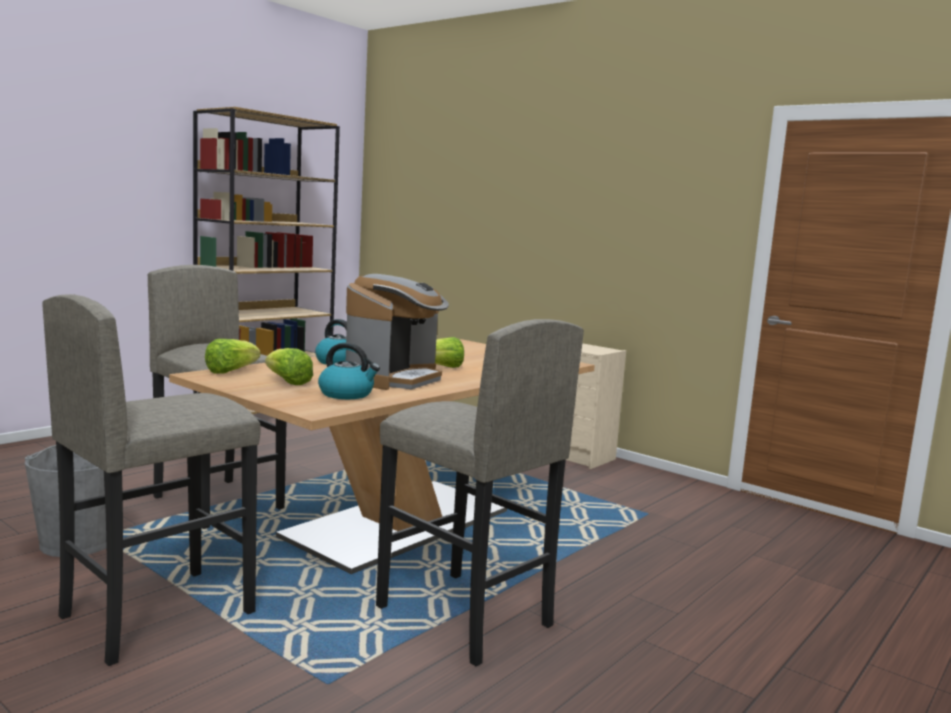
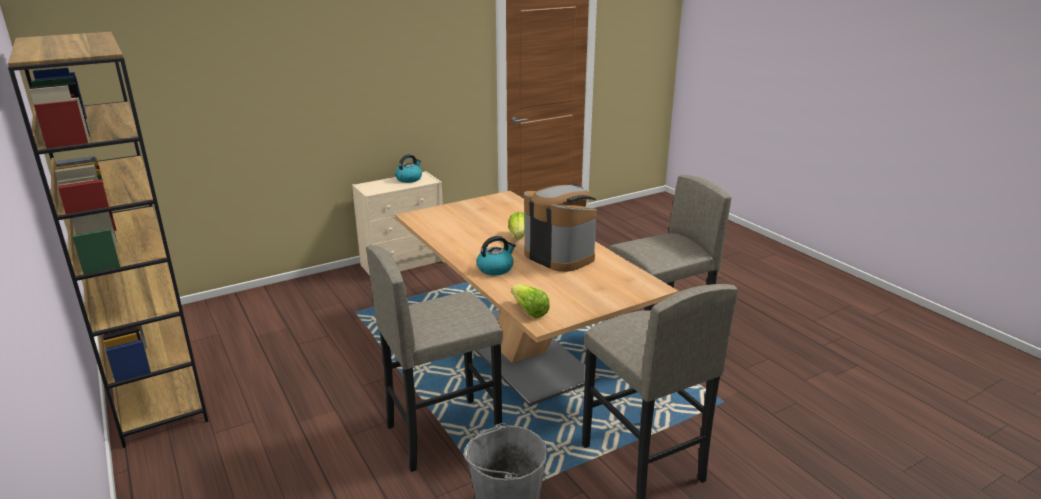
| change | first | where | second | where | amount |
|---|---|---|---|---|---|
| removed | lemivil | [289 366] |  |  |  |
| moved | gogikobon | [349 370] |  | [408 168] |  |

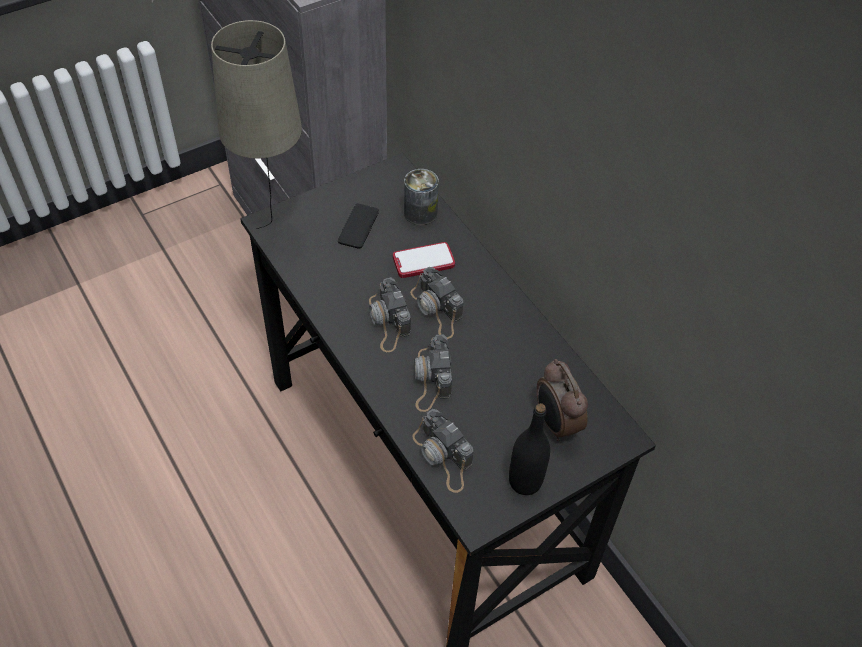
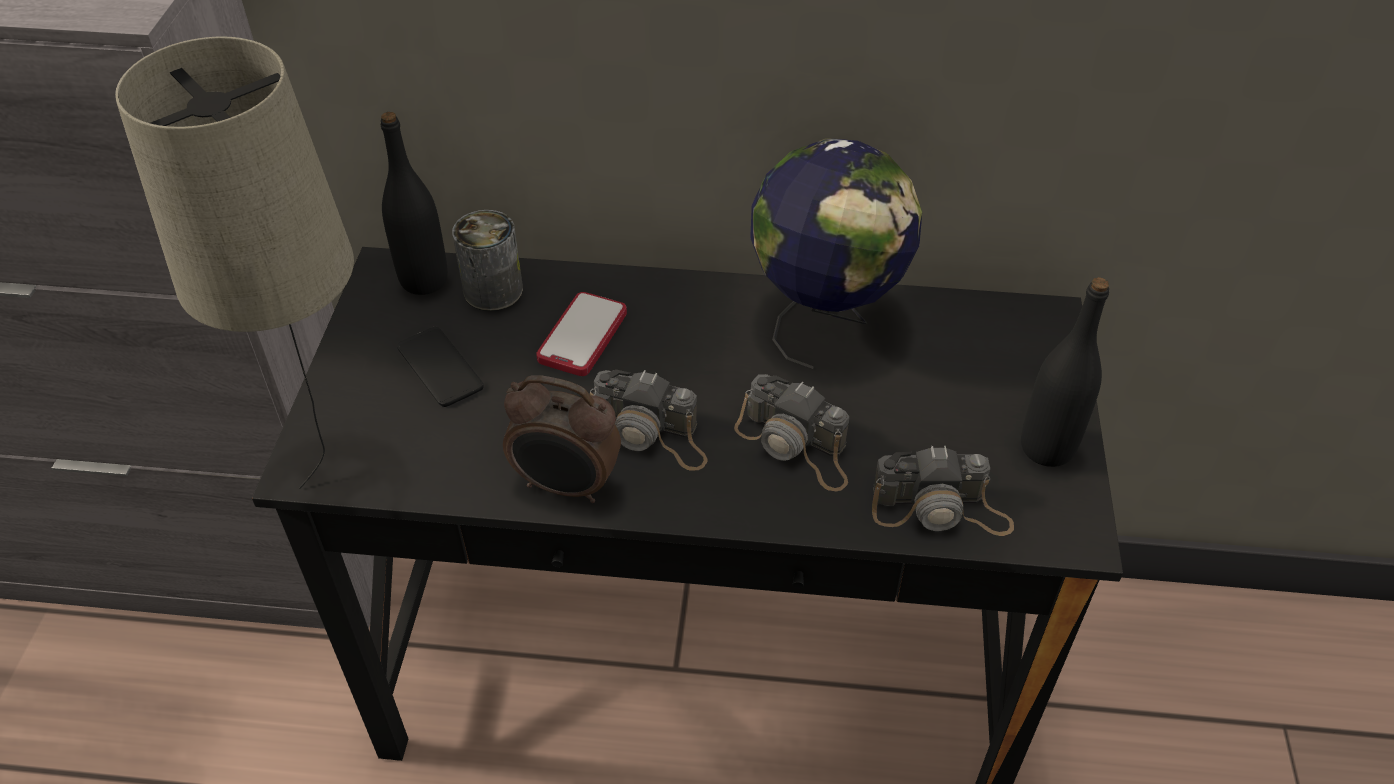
| change | first | where | second | where | amount |
|---|---|---|---|---|---|
| removed | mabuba | [436 303] |  |  |  |
| moved | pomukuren | [562 400] |  | [562 439] |  |
| added |  |  | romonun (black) | [414 203] |  |
| added |  |  | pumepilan | [836 253] |  |

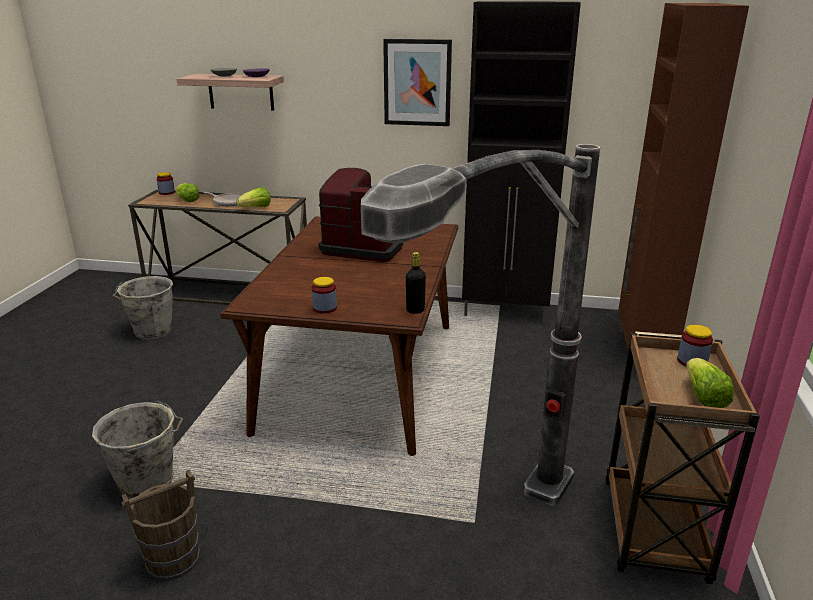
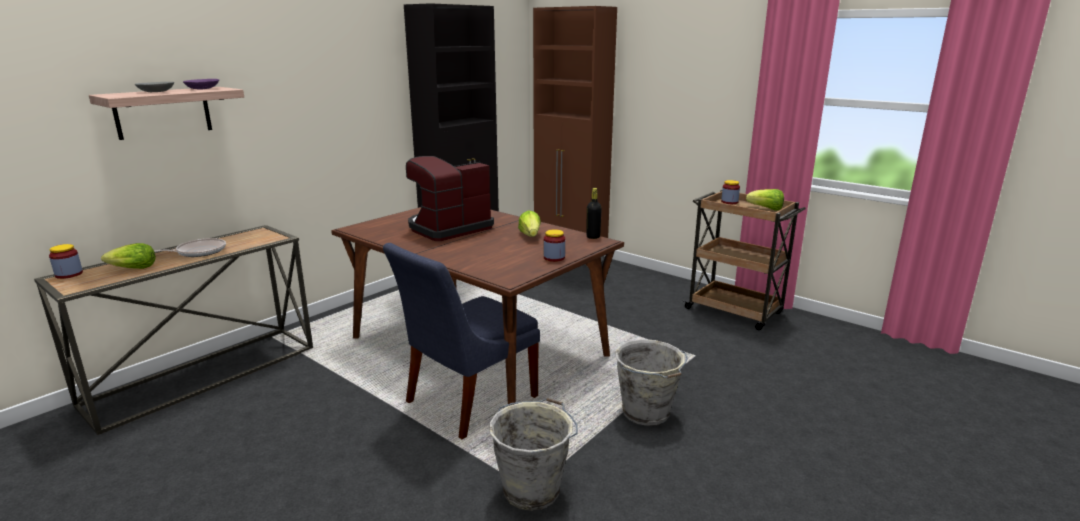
| change | first | where | second | where | amount |
|---|---|---|---|---|---|
| moved | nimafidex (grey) | [143 308] |  | [651 382] |  |
| removed | nimafidex (brown) | [160 525] |  |  |  |
| moved | lemivil | [253 197] |  | [529 223] |  |
| removed | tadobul | [480 325] |  |  |  |
| removed | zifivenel | [417 82] |  |  |  |
| added |  |  | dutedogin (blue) | [461 341] |  |

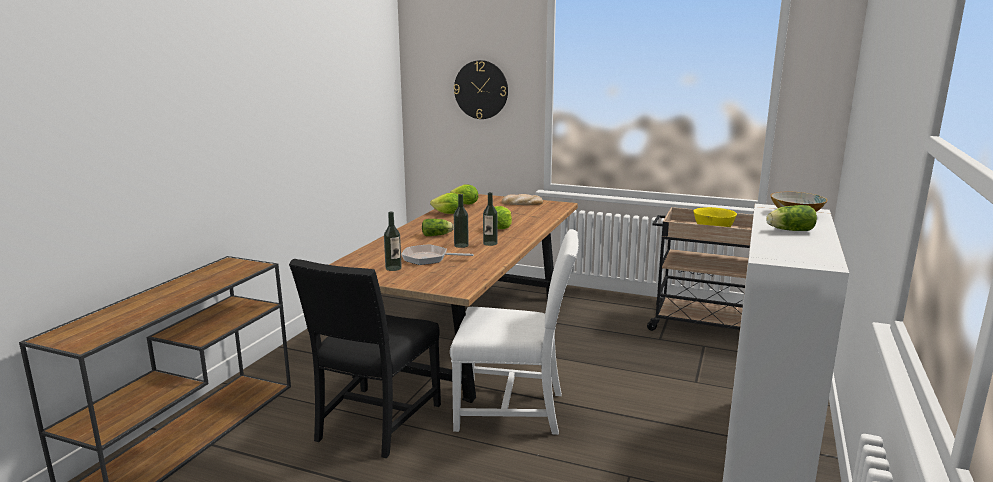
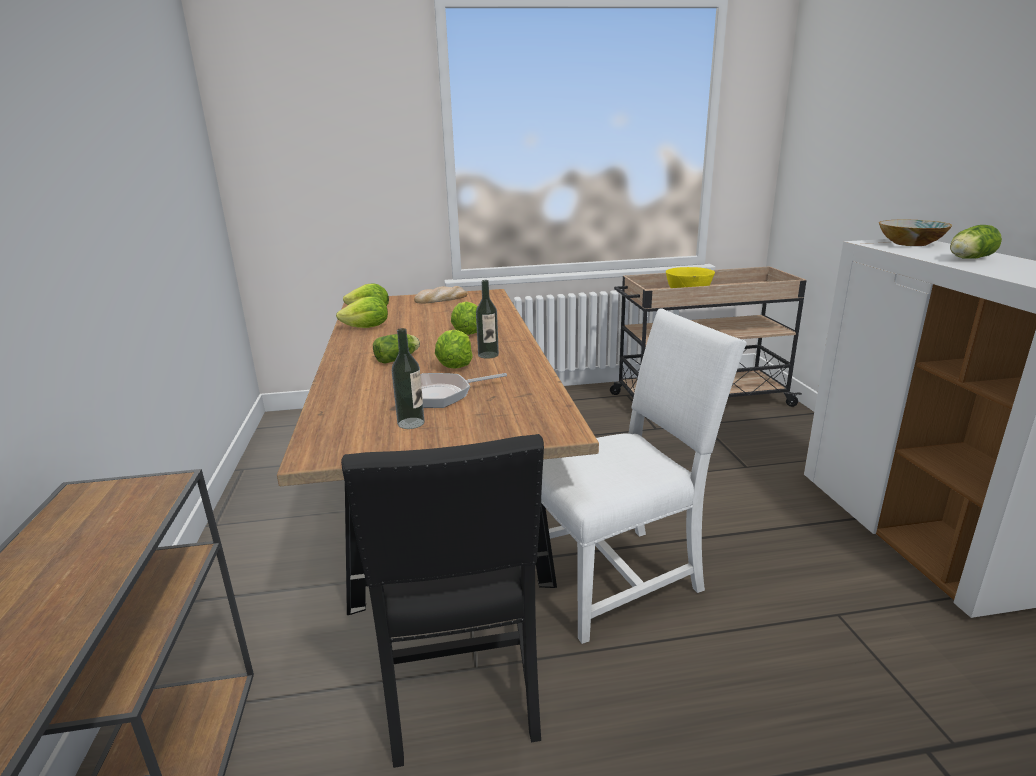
| change | first | where | second | where | amount |
|---|---|---|---|---|---|
| removed | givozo | [481 89] |  |  |  |
| replaced | romonun | [461 221] | lemivil | [454 349] |  |

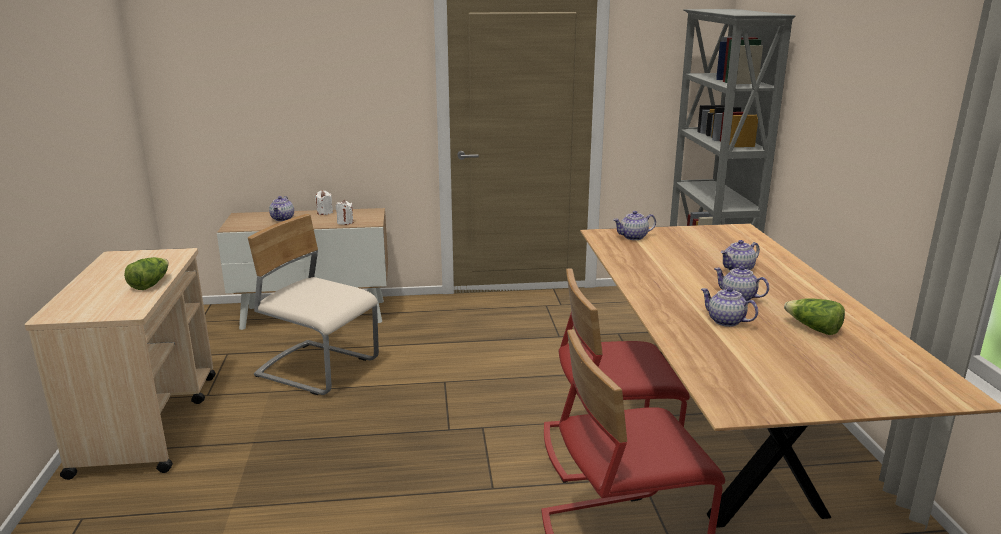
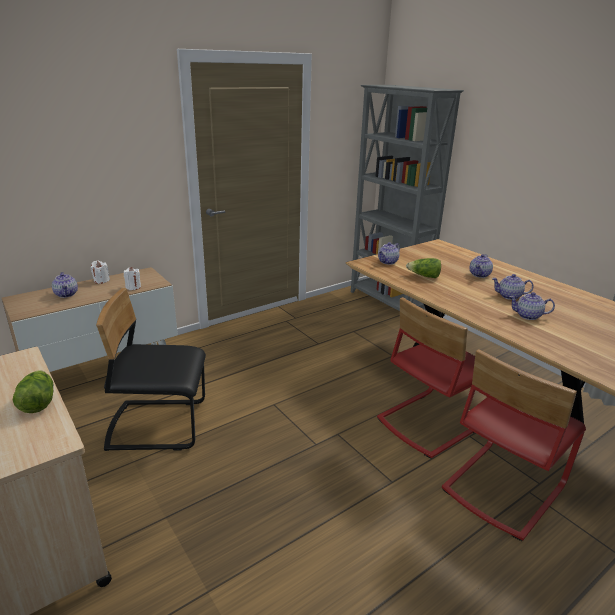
| change | first | where | second | where | amount |
|---|---|---|---|---|---|
| recoloured | dutedogin (beige) | [313 304] | dutedogin (black) | [151 369] |  |
| moved | lemivil | [814 316] |  | [423 268] |  |

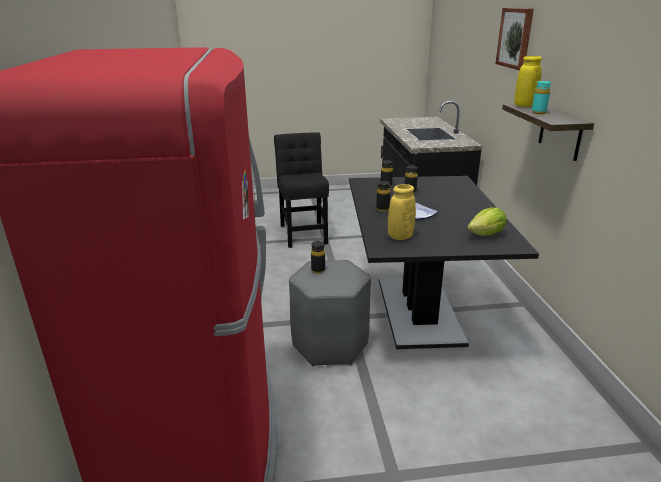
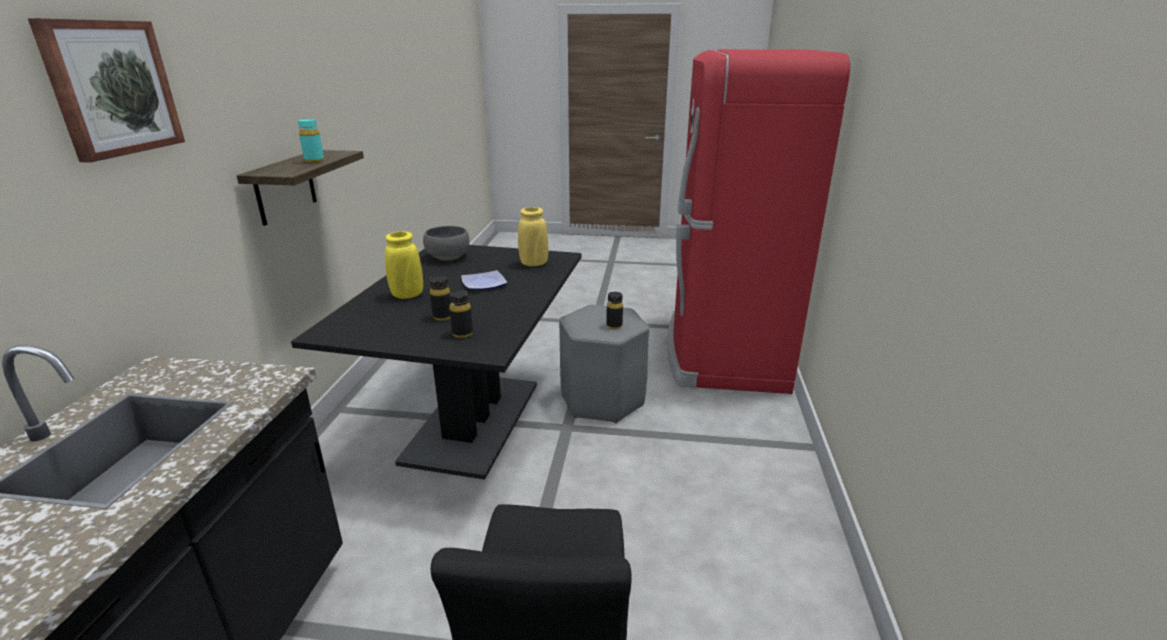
| change | first | where | second | where | amount |
|---|---|---|---|---|---|
| removed | romonun (black) | [383 196] |  |  |  |
| replaced | lemivil | [487 221] | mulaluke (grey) | [446 243] |  |
| moved | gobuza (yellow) | [528 81] |  | [404 265] |  |

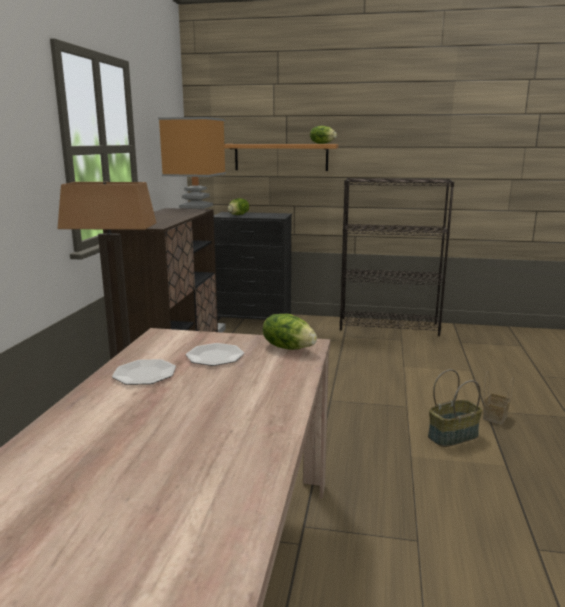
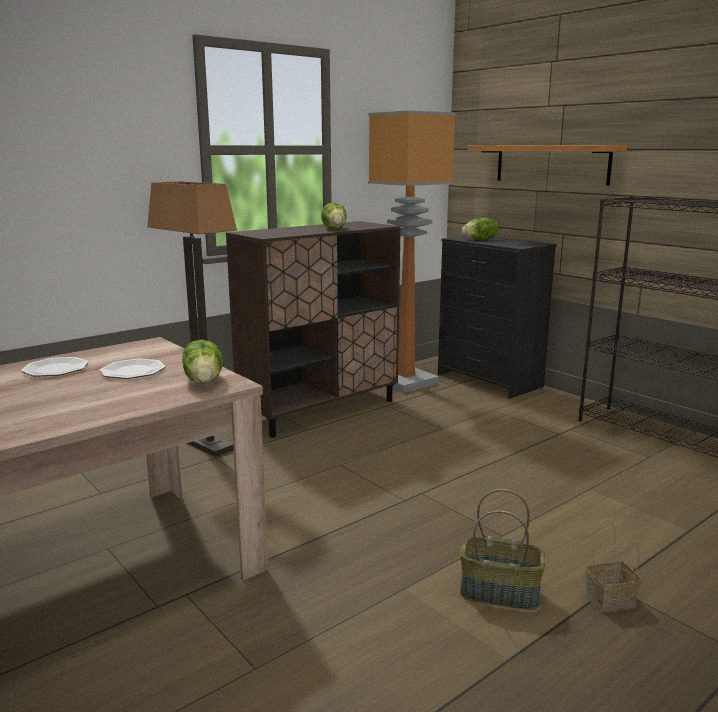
| change | first | where | second | where | amount |
|---|---|---|---|---|---|
| moved | lemivil | [323 135] |  | [334 216] |  |

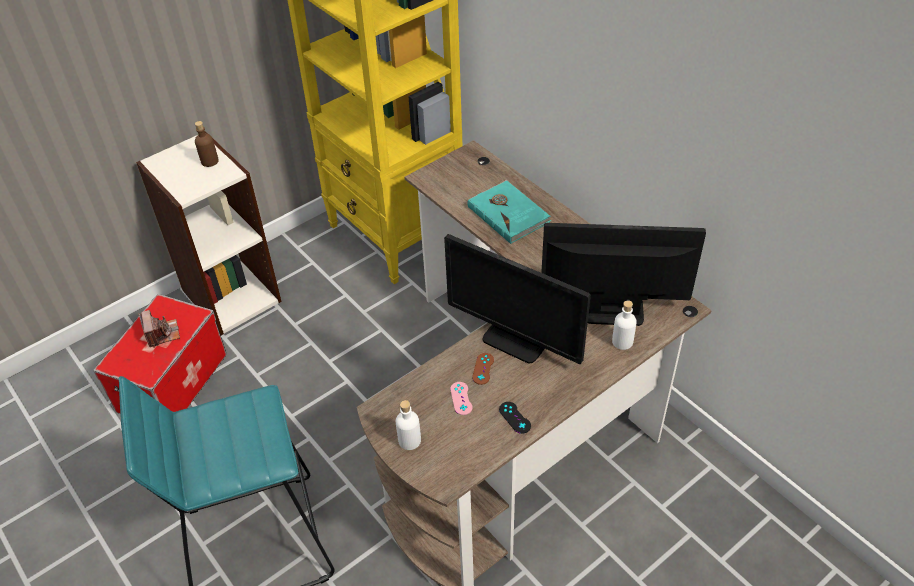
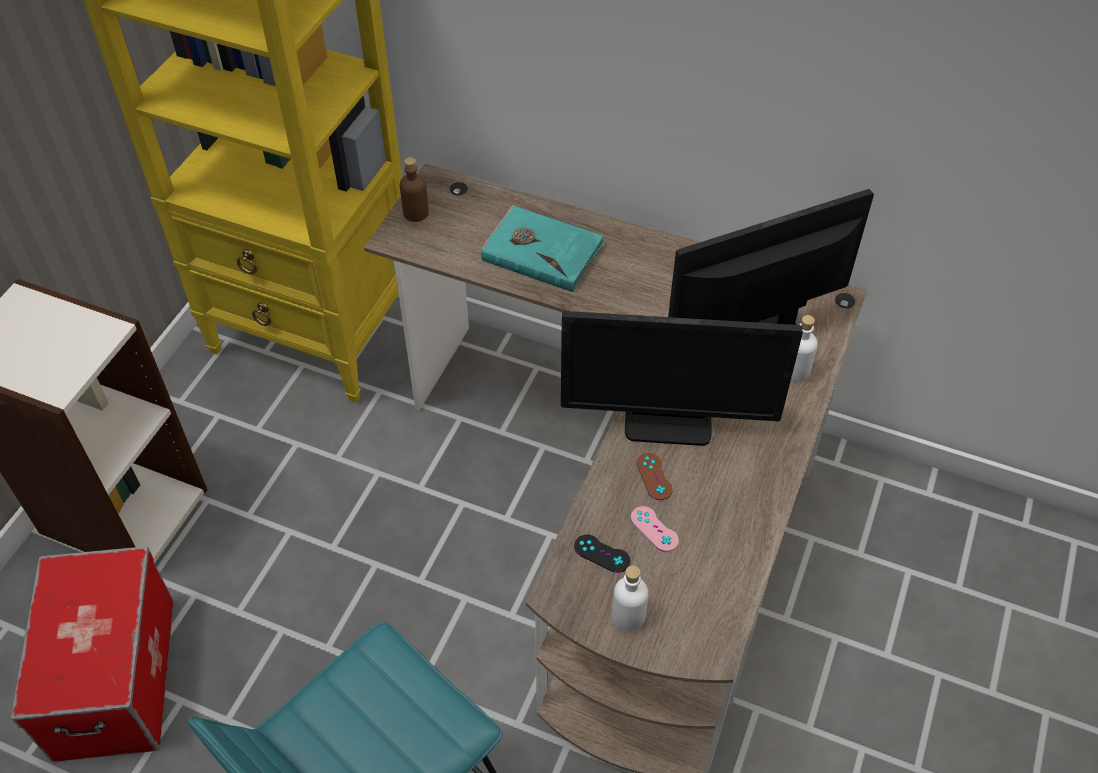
| change | first | where | second | where | amount |
|---|---|---|---|---|---|
| removed | mabuba | [159 329] |  |  |  |
| moved | romonun (brown) | [207 144] |  | [414 189] |  |
| moved | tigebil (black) | [515 418] |  | [602 553] |  |

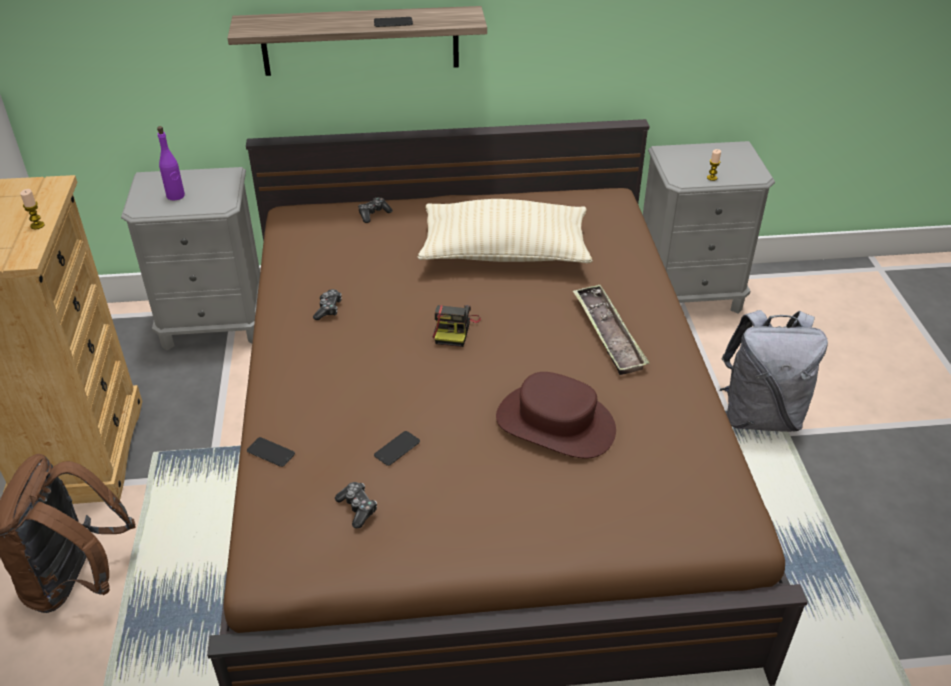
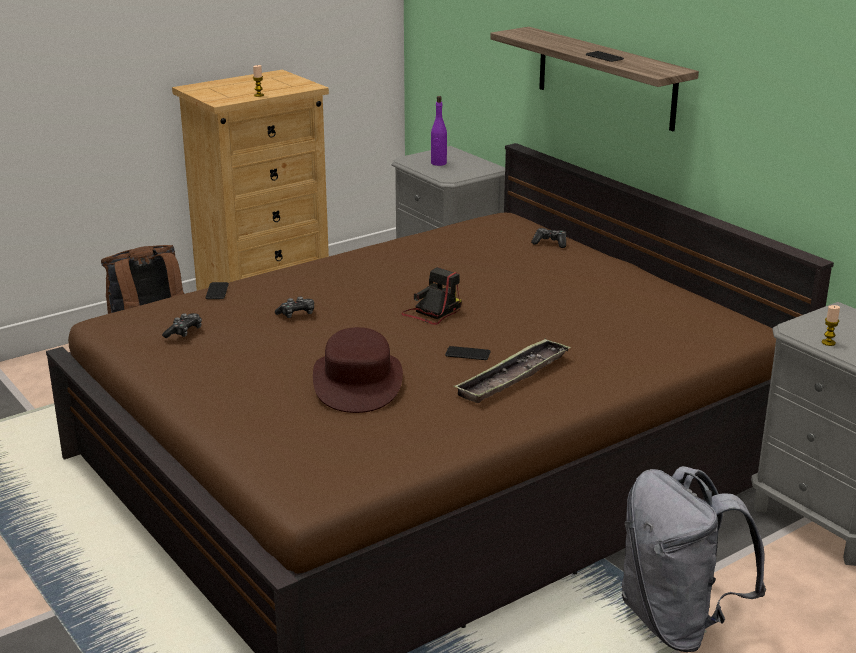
| change | first | where | second | where | amount |
|---|---|---|---|---|---|
| moved | tigebil | [327 304] |  | [294 307] |  |
| moved | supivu | [397 448] |  | [468 353] |  |
| removed | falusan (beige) | [505 231] |  |  |  |
| turned | mabuba | [457 326] |  | [431 296] | 150 degrees clockwise |

